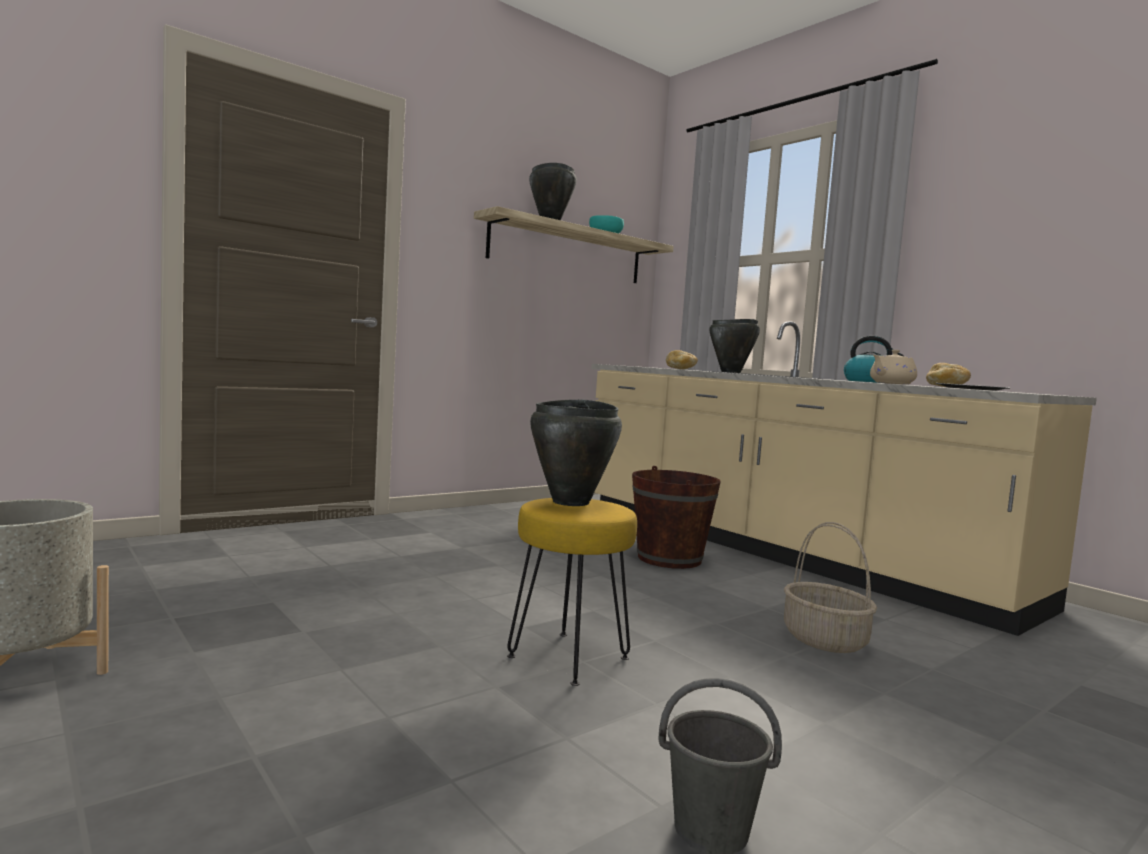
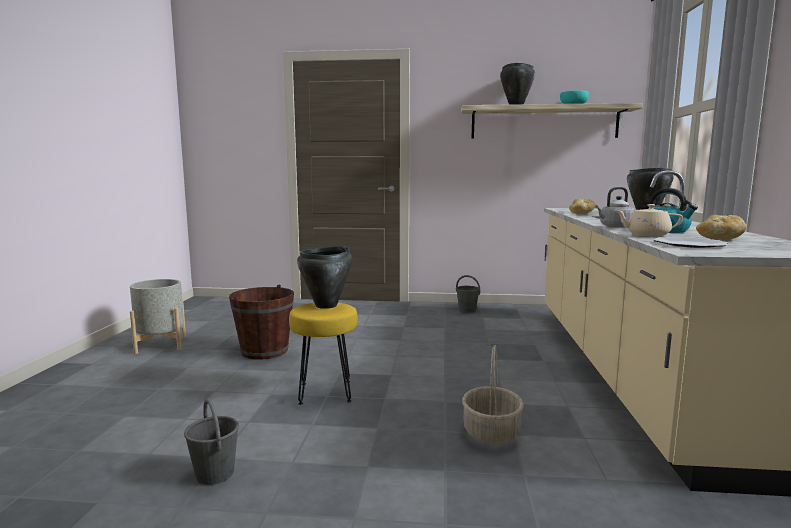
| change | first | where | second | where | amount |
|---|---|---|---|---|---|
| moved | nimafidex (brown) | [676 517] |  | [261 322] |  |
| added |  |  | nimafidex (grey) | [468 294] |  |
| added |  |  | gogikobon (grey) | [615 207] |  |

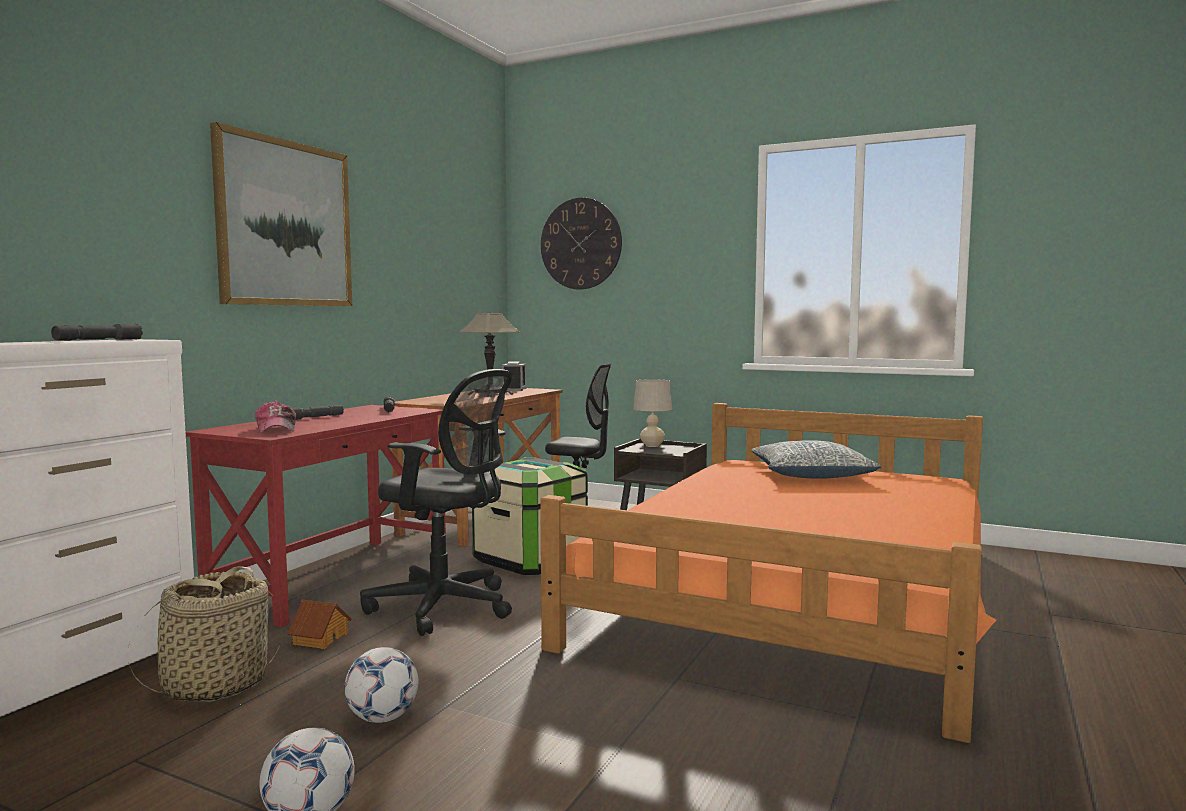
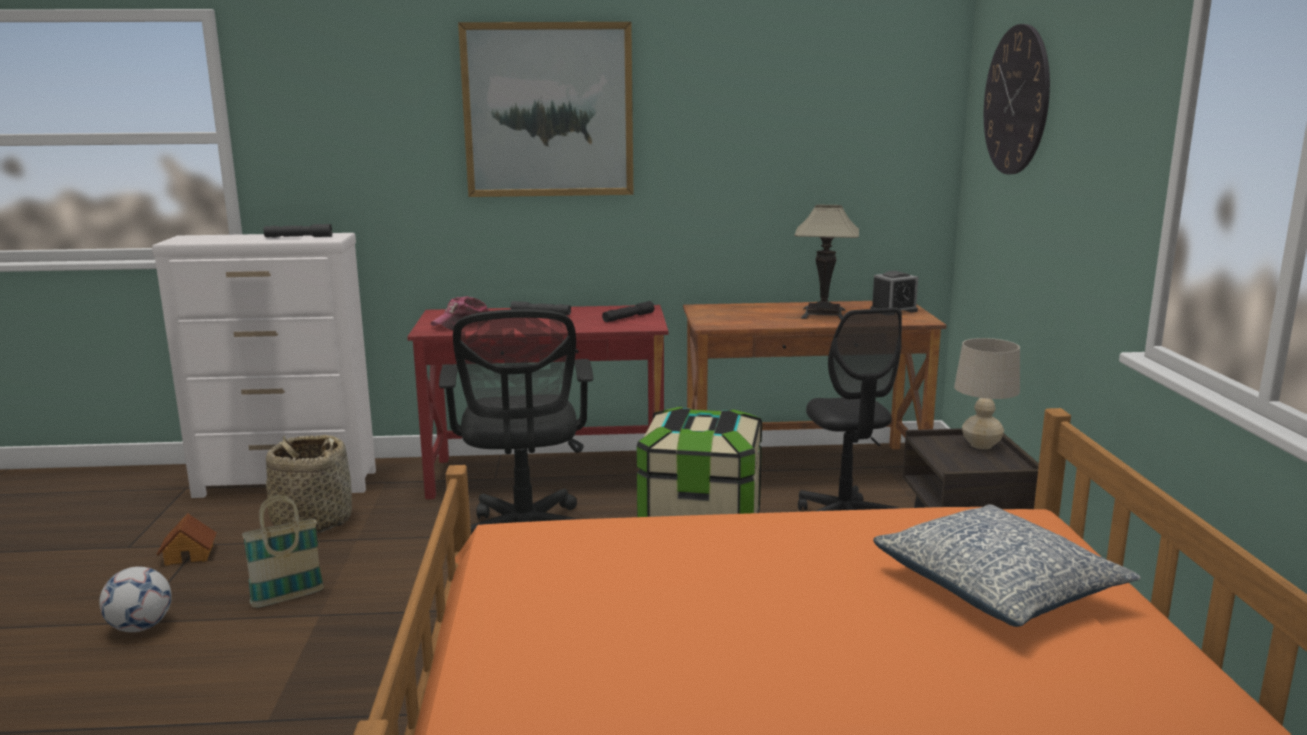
| change | first | where | second | where | amount |
|---|---|---|---|---|---|
| moved | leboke | [319 624] |  | [186 539] |  |
| replaced | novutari | [381 685] | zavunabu | [283 551] |  |

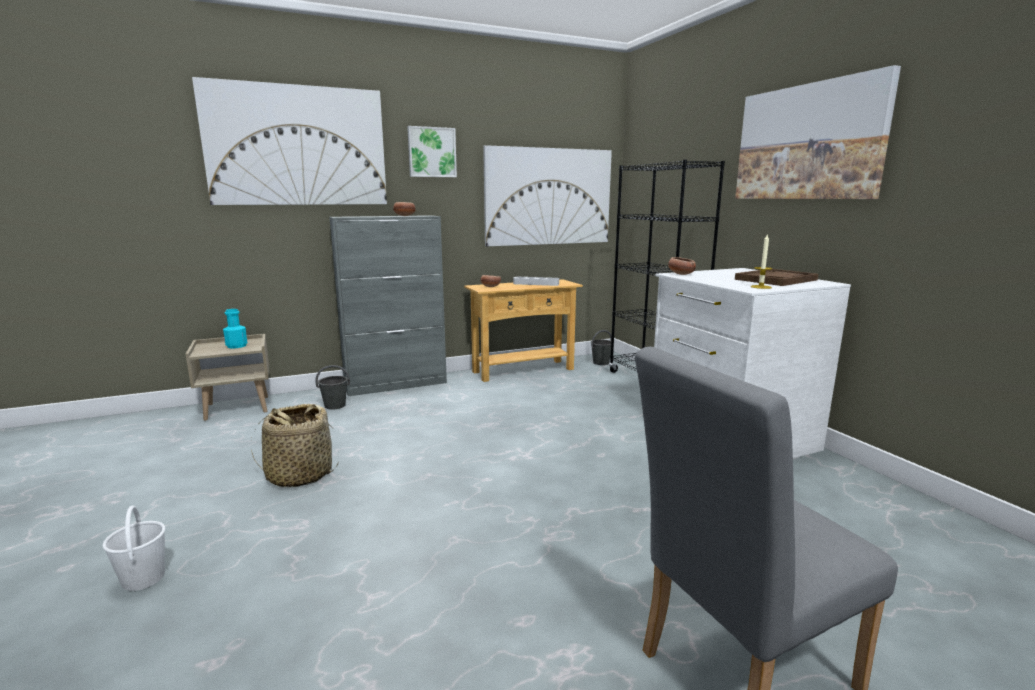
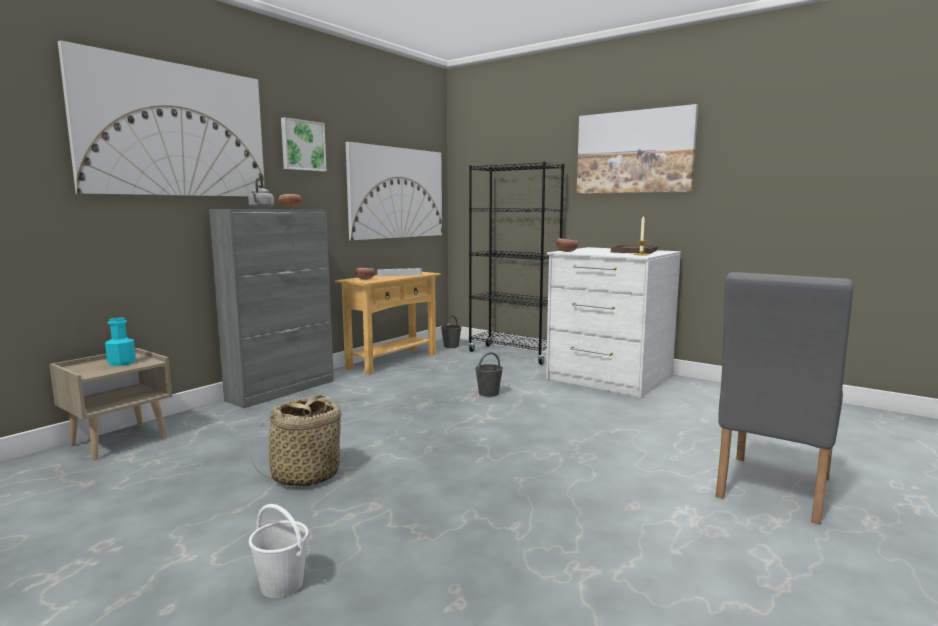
| change | first | where | second | where | amount |
|---|---|---|---|---|---|
| moved | nimafidex (grey) | [333 387] |  | [489 374] |  |
| added |  |  | gogikobon (grey) | [261 193] |  |

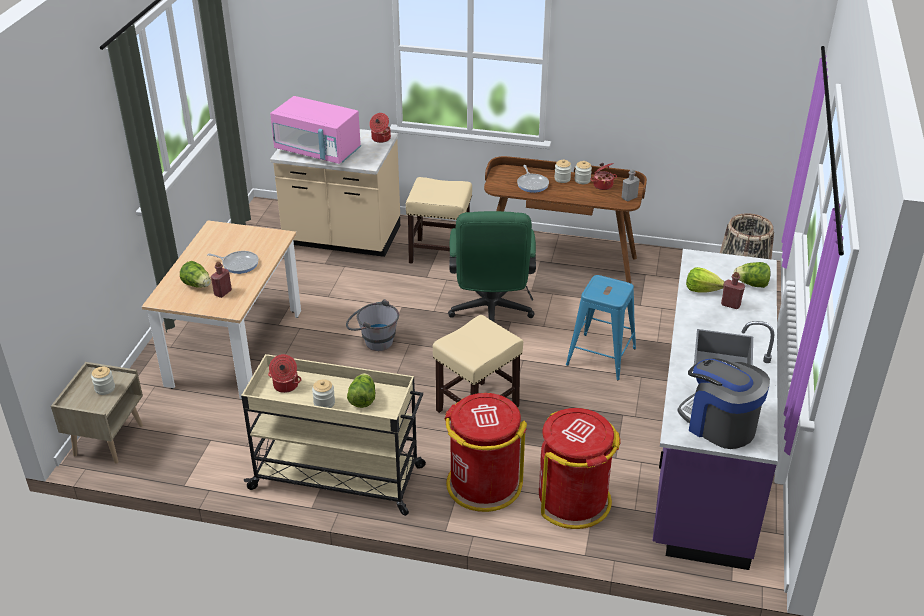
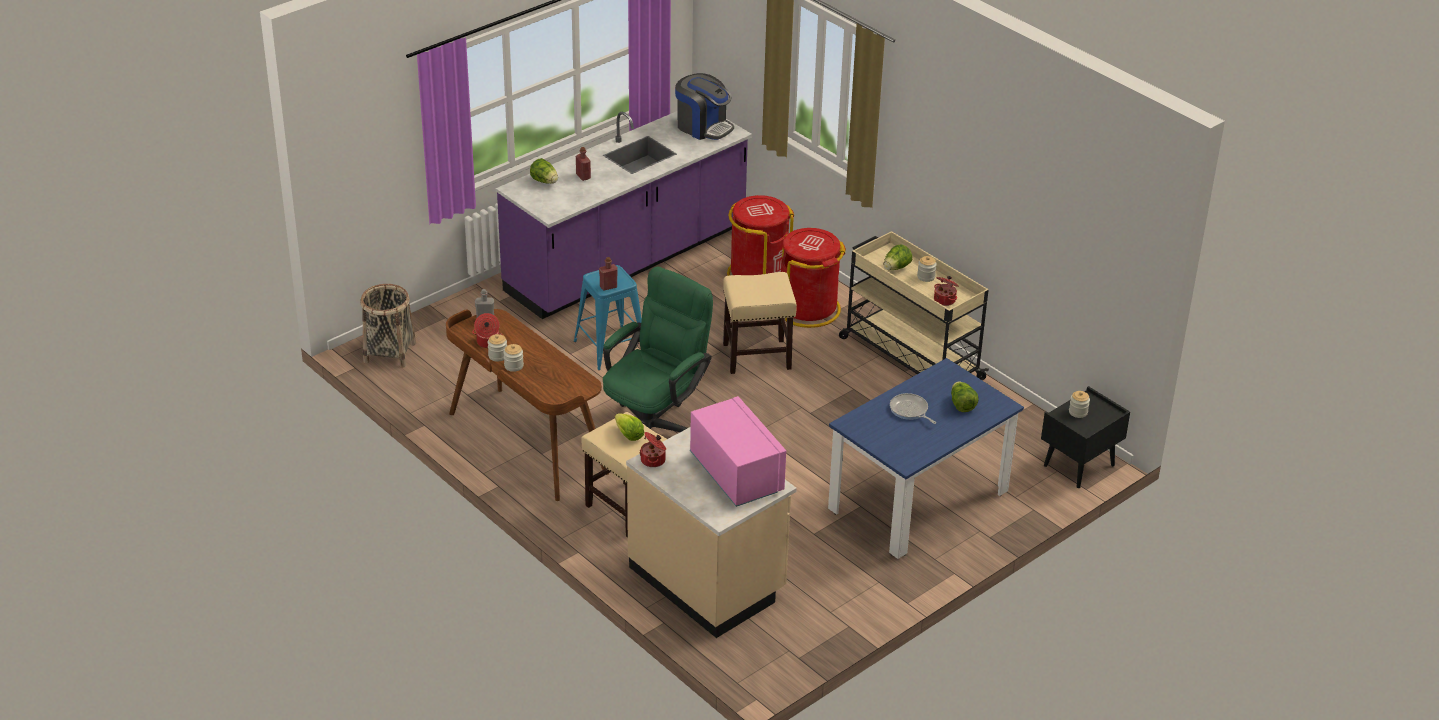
| change | first | where | second | where | amount |
|---|---|---|---|---|---|
| recoloured | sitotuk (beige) | [97 413] | sitotuk (black) | [1085 437] |  |
| recoloured | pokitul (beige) | [221 309] | pokitul (blue) | [926 458] |  |
| moved | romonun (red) | [221 280] |  | [608 273] |  |
| removed | nimafidex (grey) | [372 325] |  |  |  |
| removed | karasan | [533 179] |  |  |  |
| turned | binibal | [724 403] |  | [704 106] | 45 degrees counterclockwise |
| moved | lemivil | [705 280] |  | [629 427] |  |

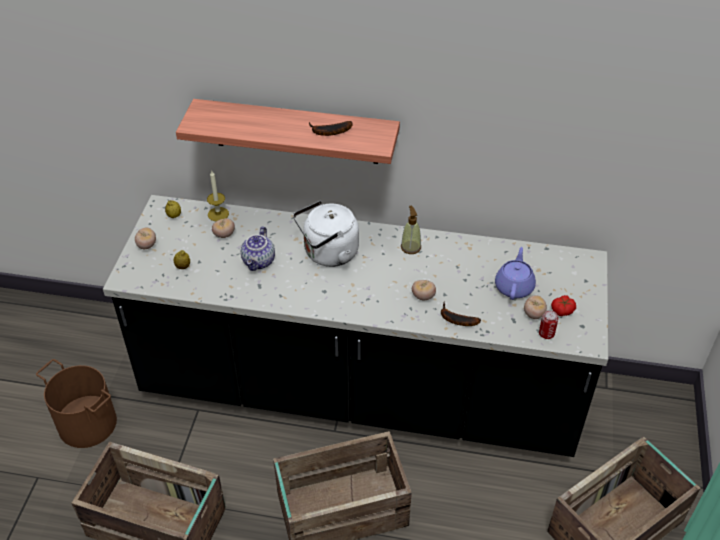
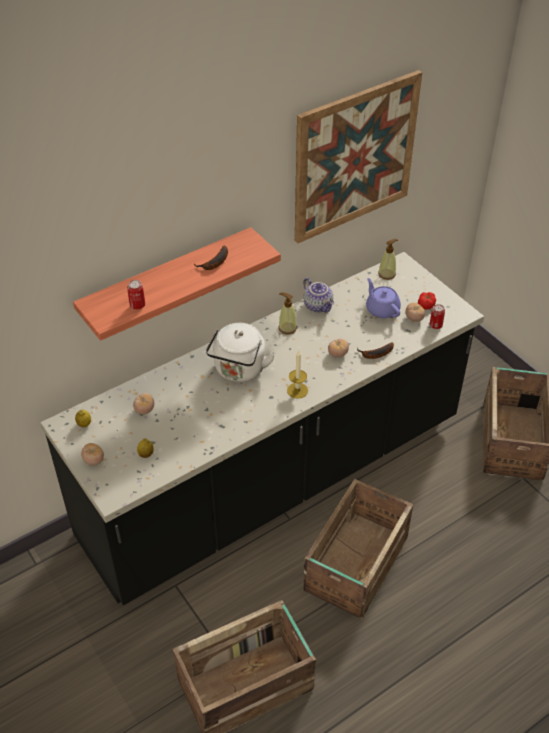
| change | first | where | second | where | amount |
|---|---|---|---|---|---|
| removed | nimafidex (brown) | [76 403] |  |  |  |
| moved | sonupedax | [218 196] |  | [297 375] |  |
| moved | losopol | [258 248] |  | [318 295] |  |
| added |  |  | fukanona | [136 295] |  |
| added |  |  | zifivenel | [358 156] |  |
| added |  |  | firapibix | [388 259] |  |

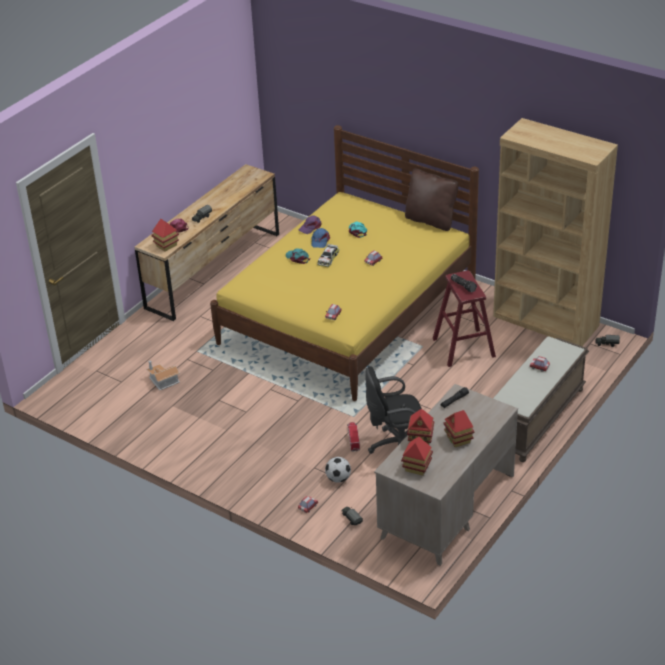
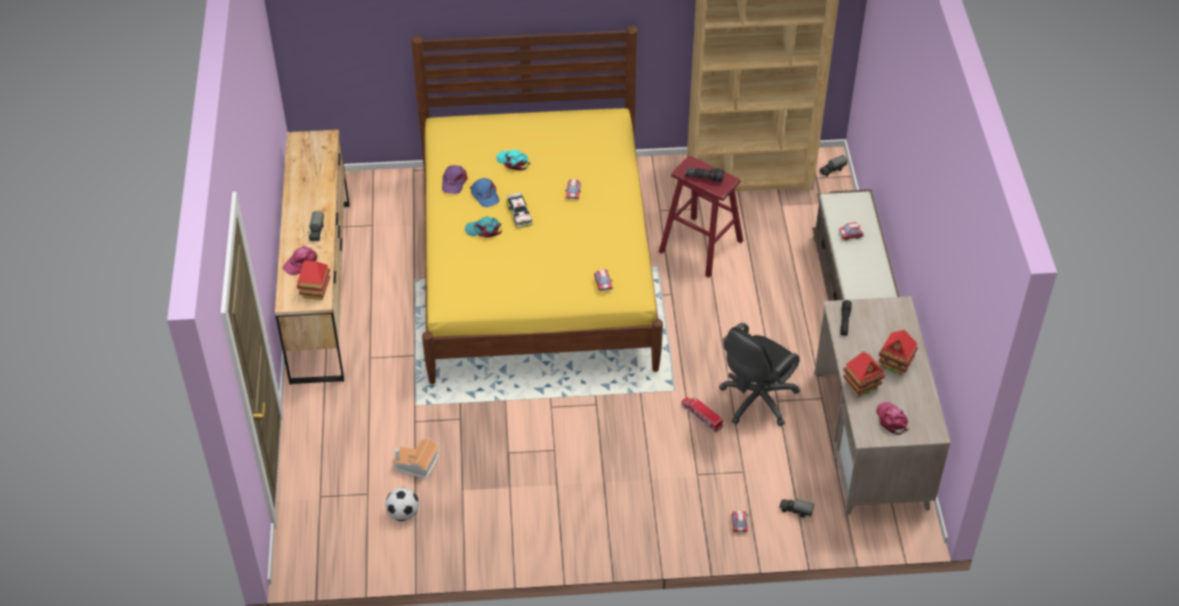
| change | first | where | second | where | amount |
|---|---|---|---|---|---|
| moved | novutari | [338 470] |  | [402 504] |  |
| replaced | leboke | [417 456] | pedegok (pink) | [892 418] |  |
| removed | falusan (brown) | [431 199] |  |  |  |

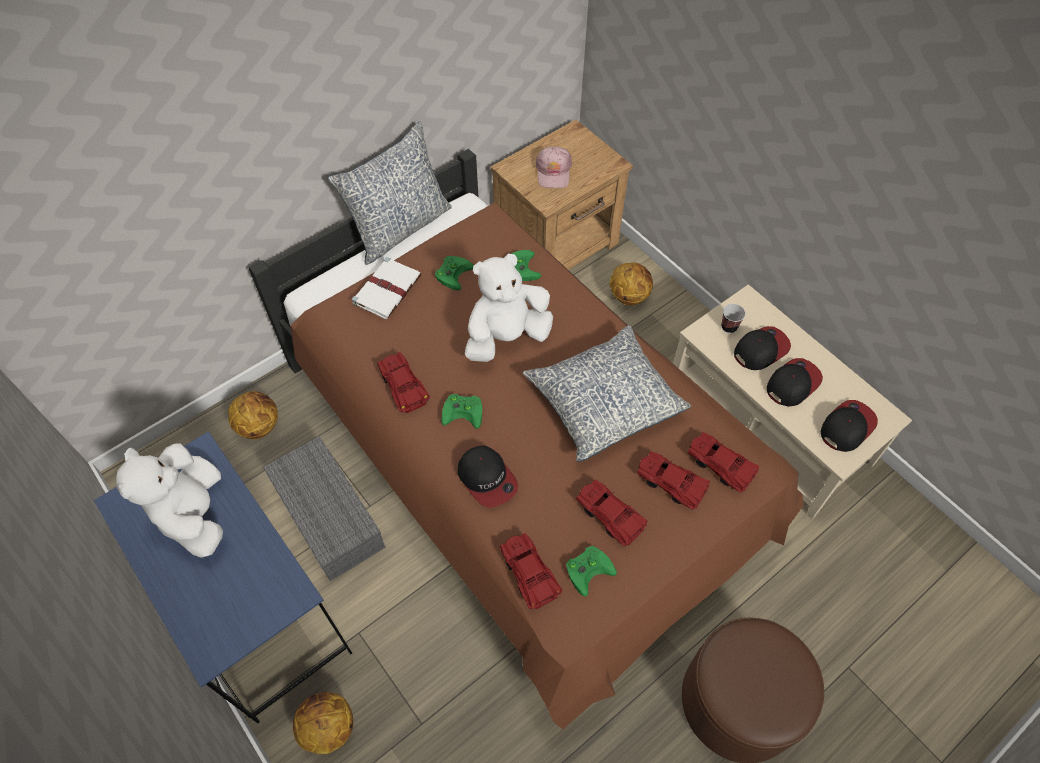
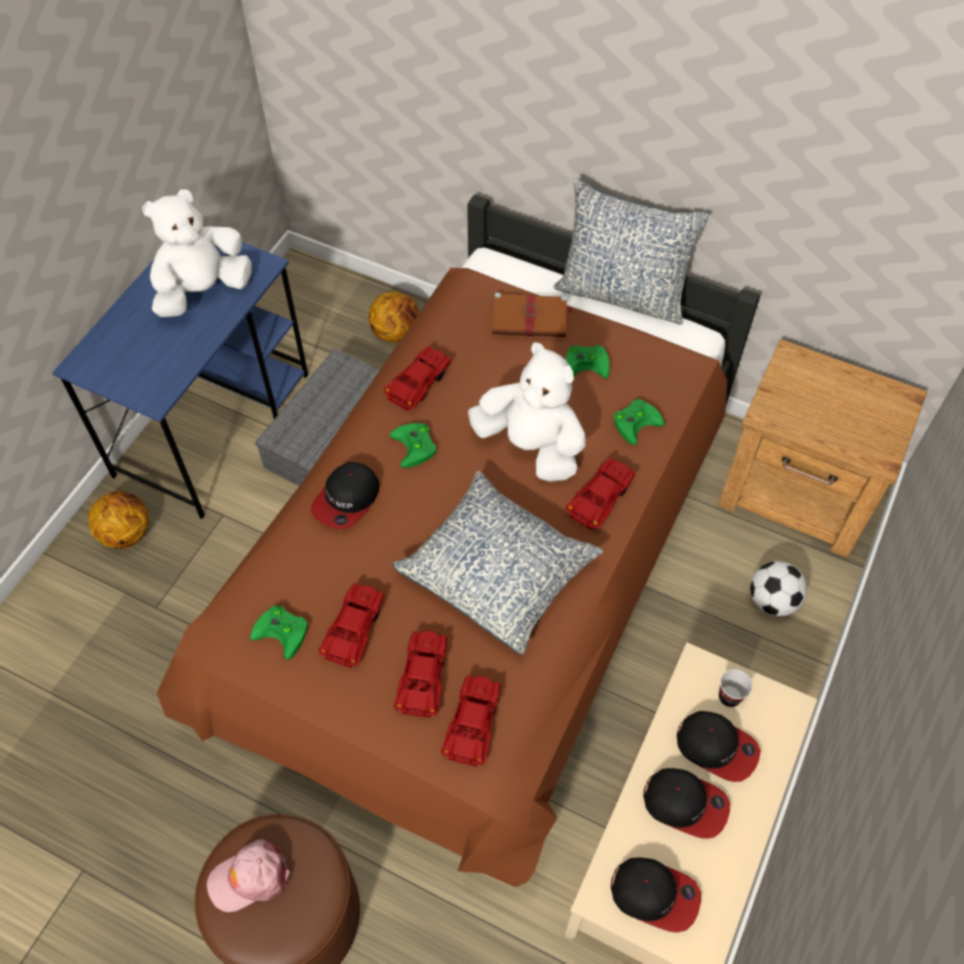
| change | first | where | second | where | amount |
|---|---|---|---|---|---|
| recoloured | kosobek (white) | [386 288] | kosobek (brown) | [533 314] |  |
| moved | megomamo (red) | [531 571] |  | [601 493] |  |
| moved | pedegok (pink) | [554 167] |  | [248 875] |  |
| replaced | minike | [631 284] | novutari | [778 588] |  |

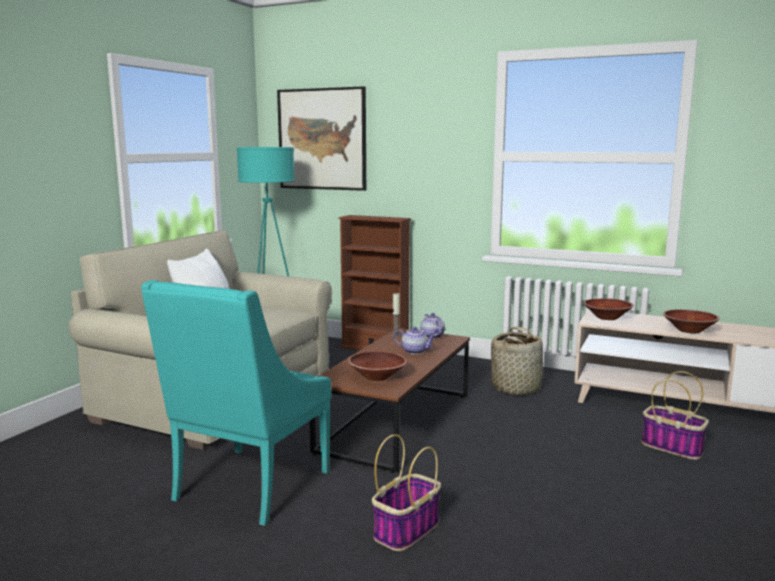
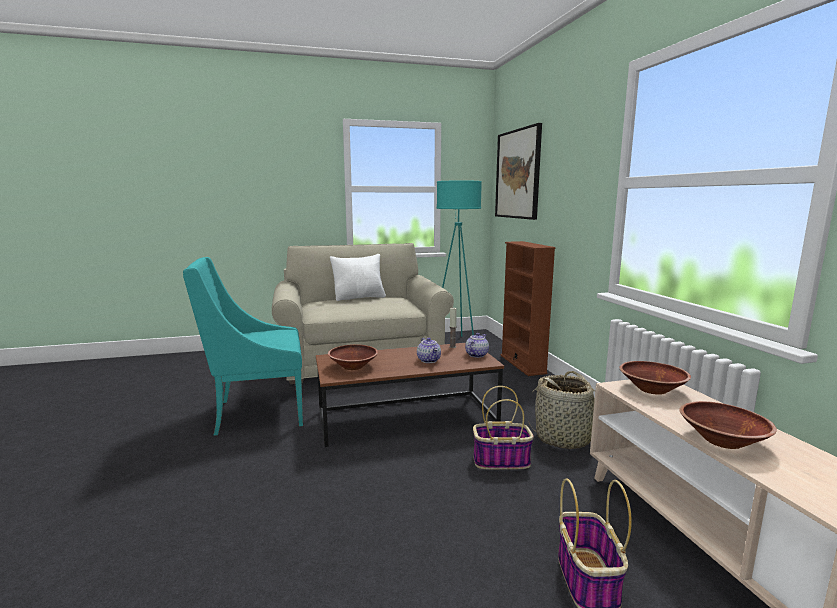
| change | first | where | second | where | amount |
|---|---|---|---|---|---|
| moved | zavunabu | [406 492] |  | [503 427] |  |

